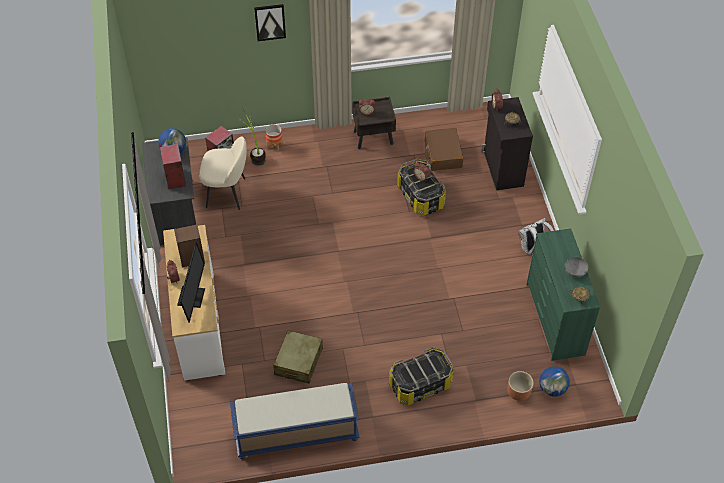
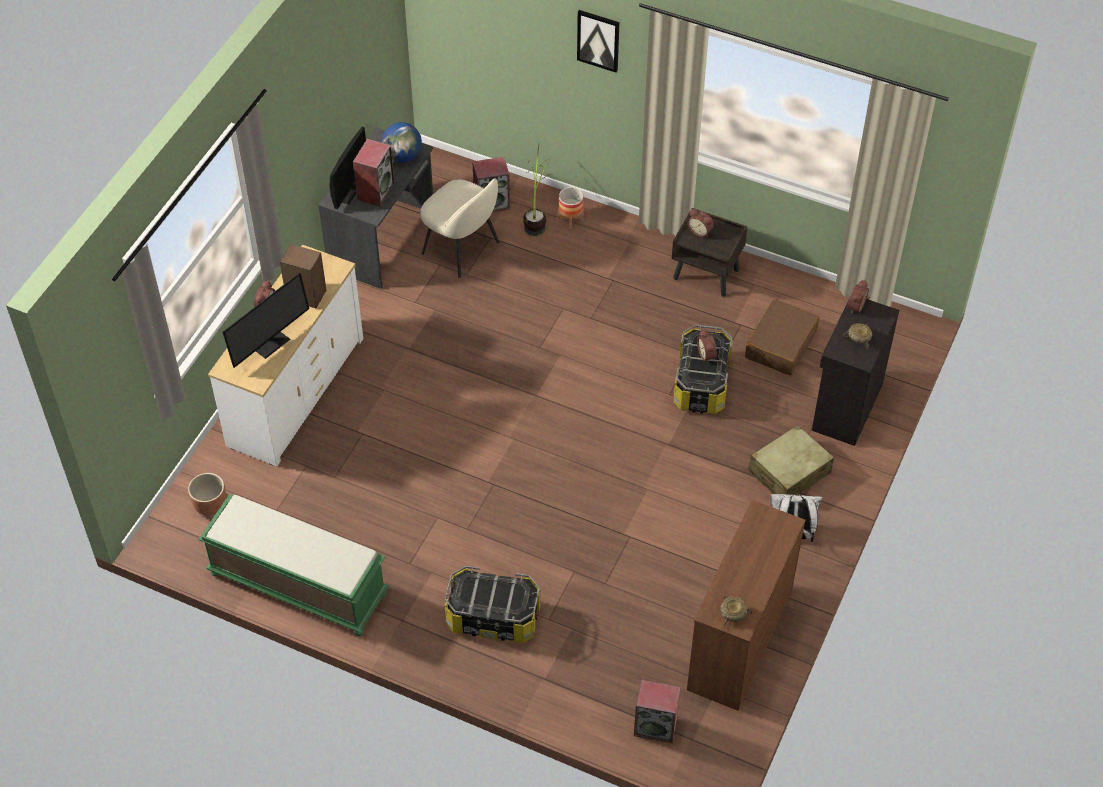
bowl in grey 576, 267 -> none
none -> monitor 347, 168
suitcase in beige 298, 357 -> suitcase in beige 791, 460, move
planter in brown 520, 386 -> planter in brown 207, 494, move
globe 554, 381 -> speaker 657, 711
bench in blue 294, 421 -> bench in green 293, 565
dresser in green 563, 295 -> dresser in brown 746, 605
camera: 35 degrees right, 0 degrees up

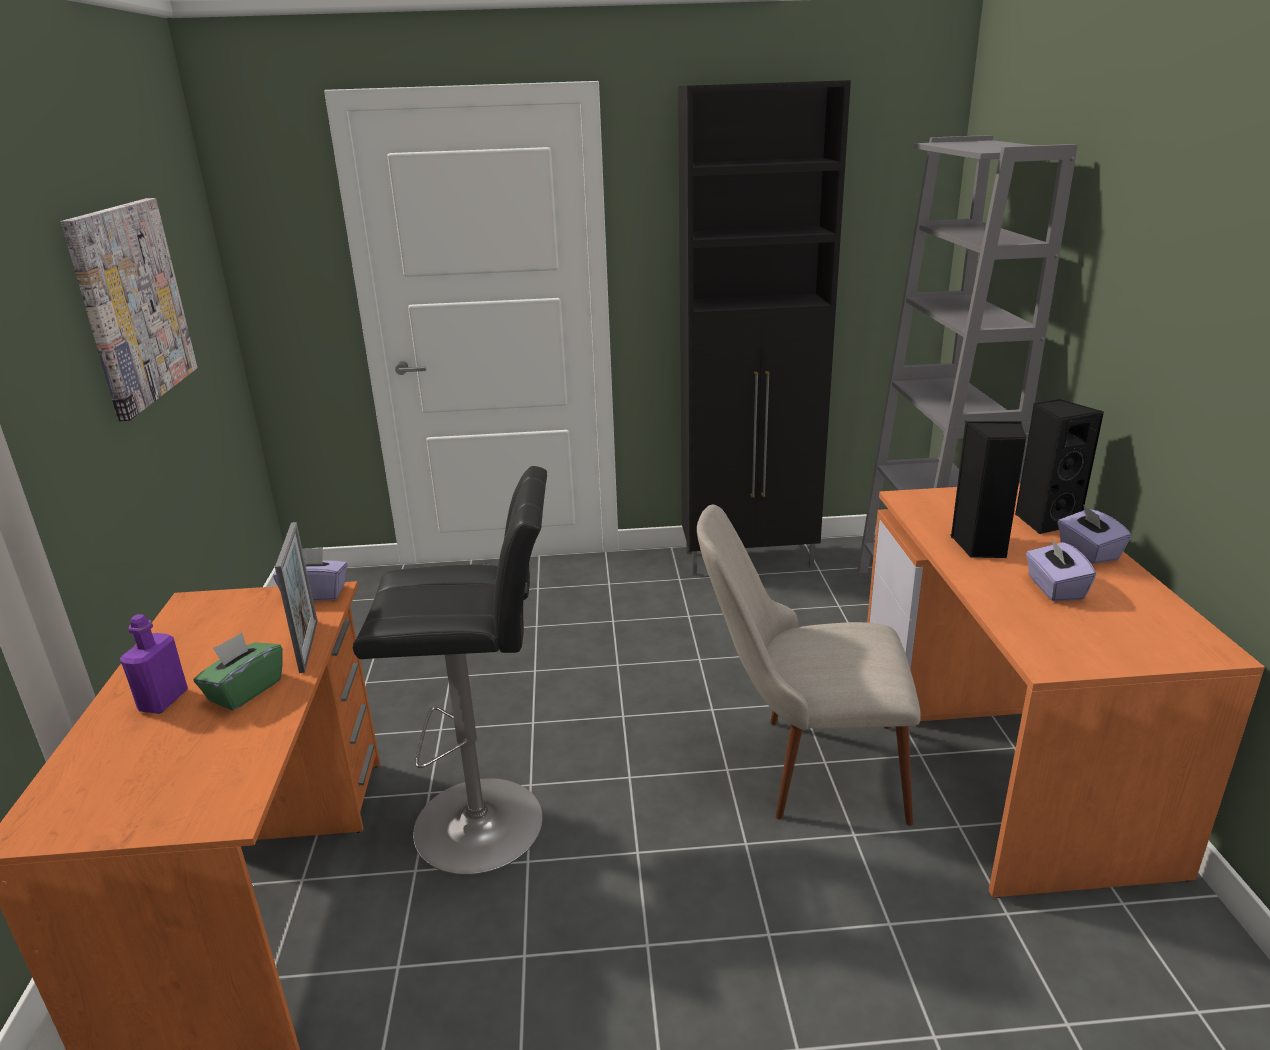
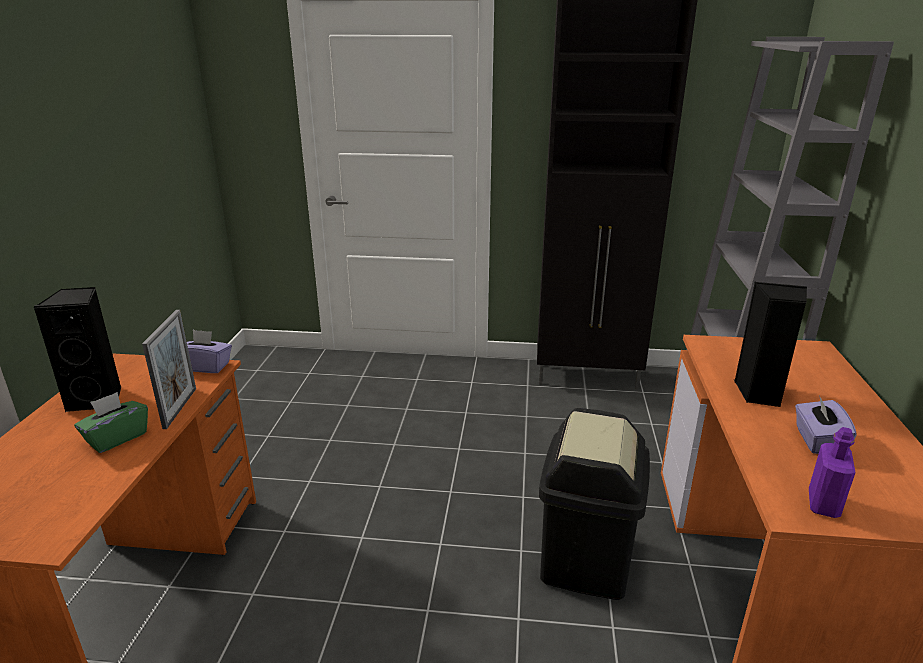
picture 129, 309 -> none
stool in black 450, 670 -> none
tissue box in purple 1094, 534 -> none
bottle in purple 154, 664 -> bottle in purple 832, 472, move
speaker in black 1059, 467 -> speaker in black 77, 349, move
chair in beige 809, 665 -> trash can in black 594, 504
camera: 10 degrees right, 0 degrees up

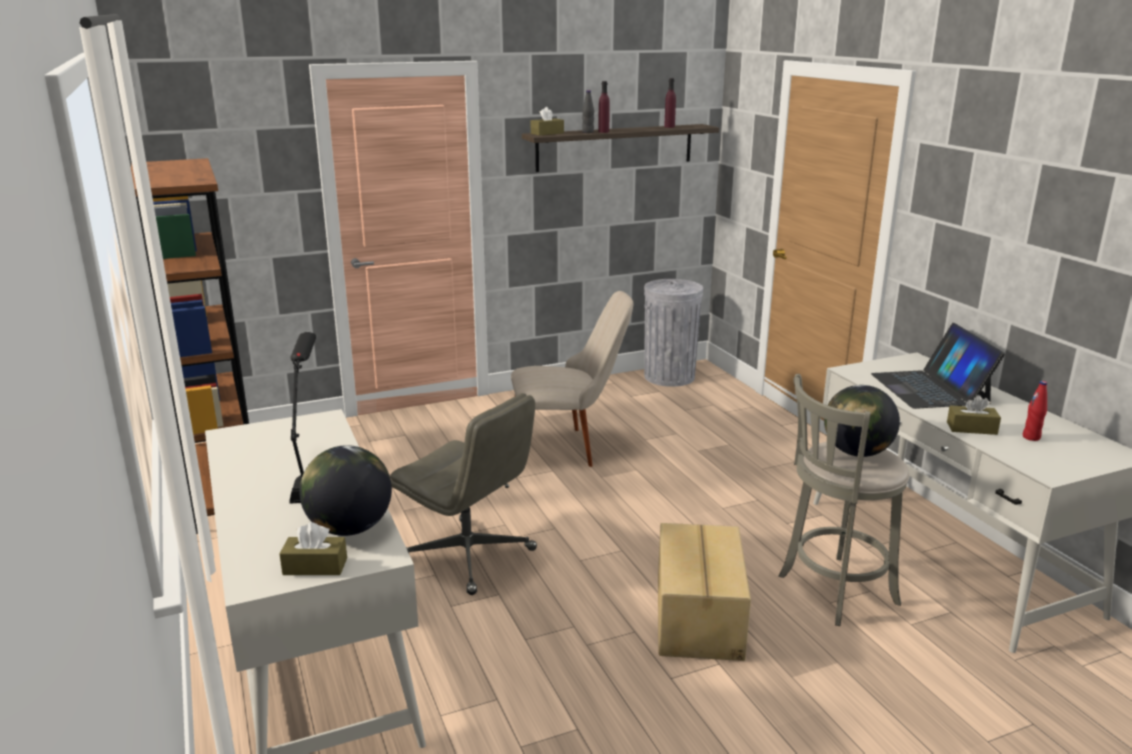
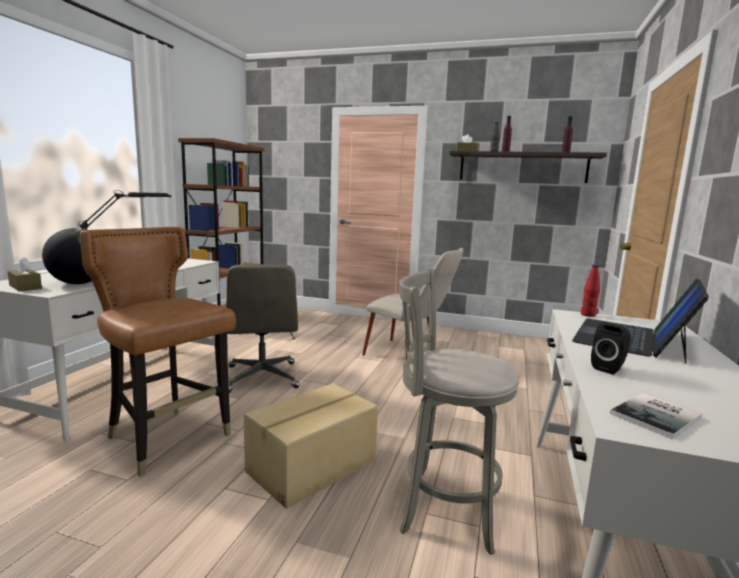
trash can in grey 673, 333 -> none
globe 862, 421 -> none
none -> chair in brown 158, 352
none -> book 656, 416
bottle in red 1035, 411 -> bottle in red 590, 290, move
tissue box in brown 974, 415 -> speaker in black 611, 348
camera: 40 degrees right, 10 degrees down

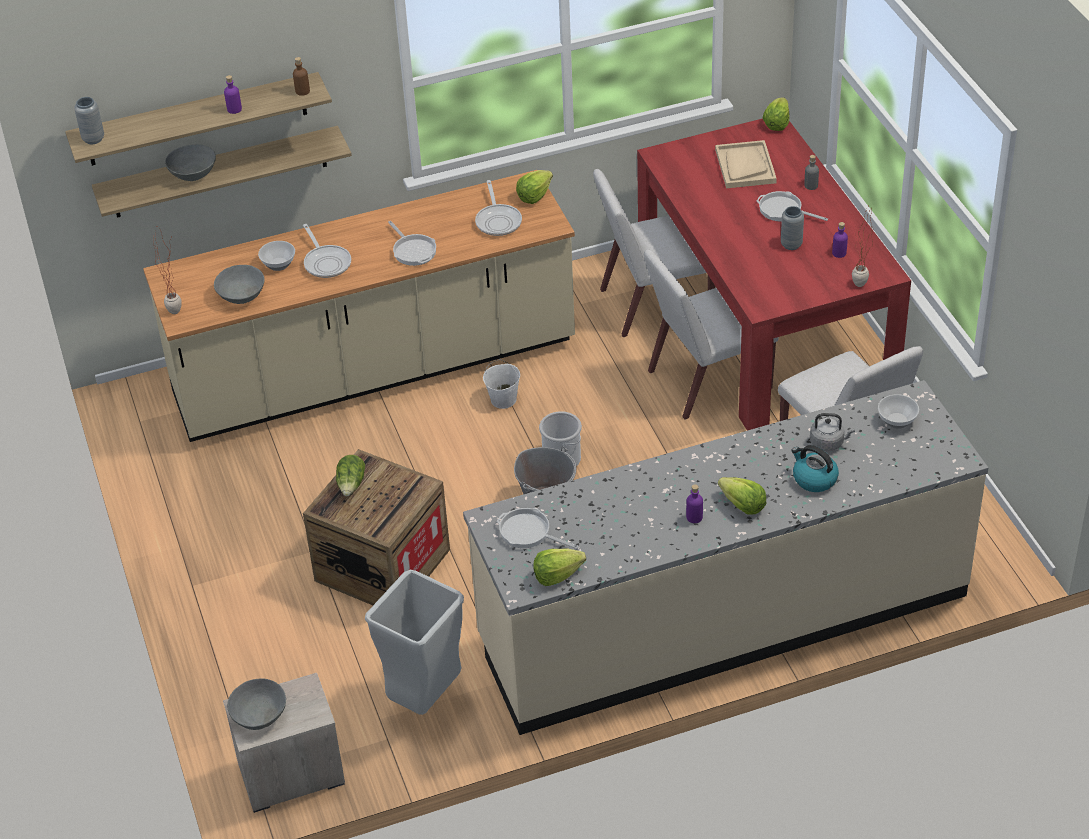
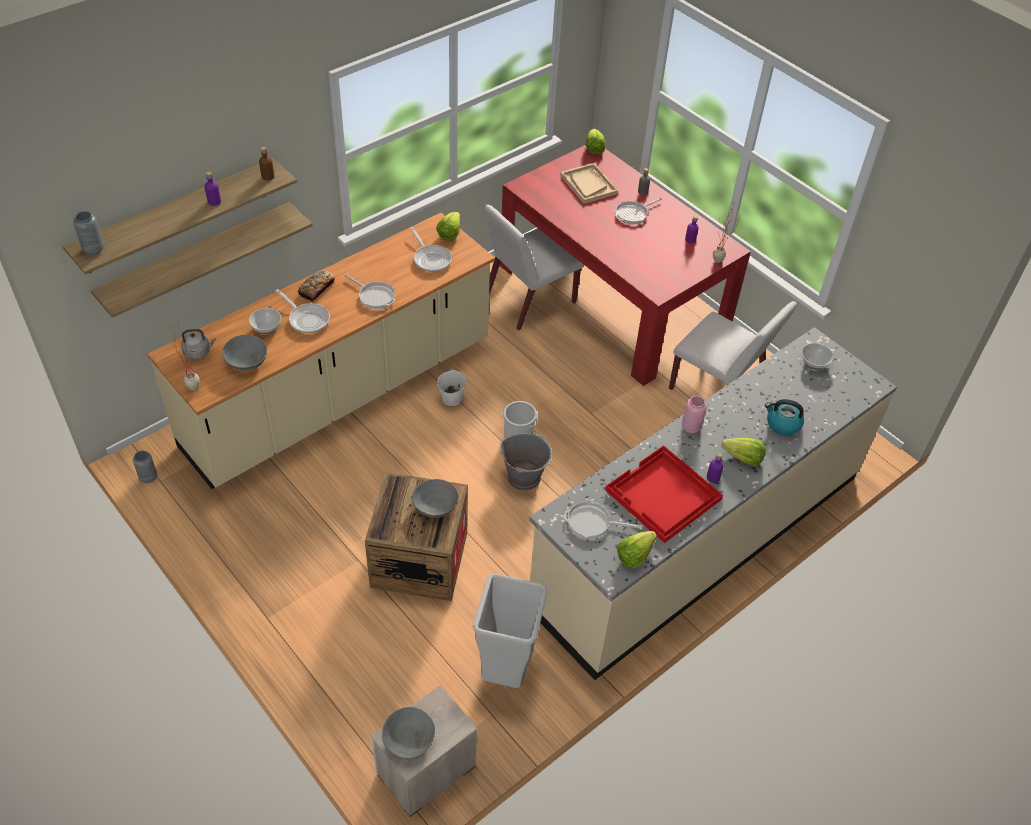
lettuce 350, 475 -> none
chair in white 711, 334 -> none
none -> bread 316, 286
none -> tray in red 664, 494
none -> vase in pink 694, 414
bowl in grey 190, 162 -> bowl in grey 435, 498, move
vase in grey 792, 228 -> vase in grey 145, 467, move
kettle in grey 832, 432 -> kettle in grey 198, 344, move
frying pan 792, 206 -> frying pan 638, 211, 45 degrees counterclockwise
camera: 25 degrees left, 5 degrees up

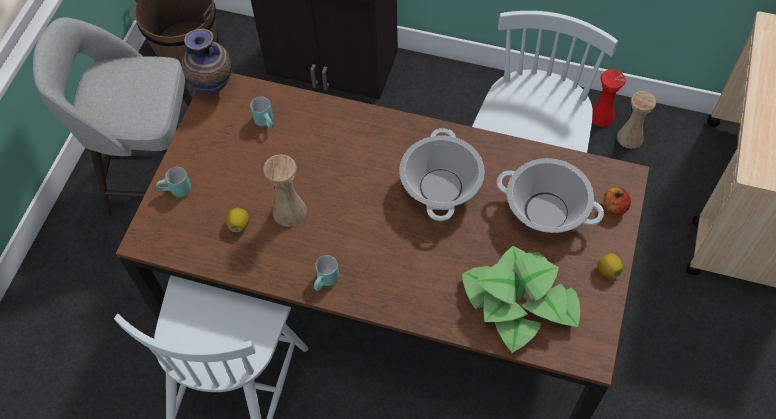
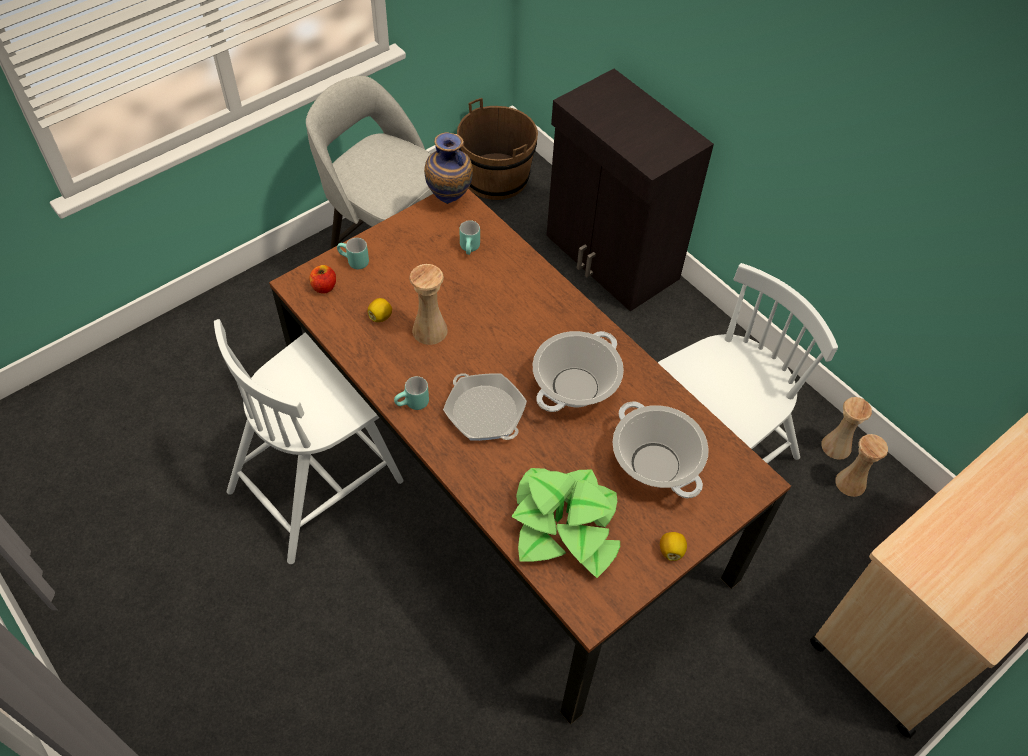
none -> frying pan 485, 407
apple 617, 201 -> apple 323, 279, move
vase in red 609, 98 -> vase in beige 846, 428
camera: 30 degrees right, 5 degrees down

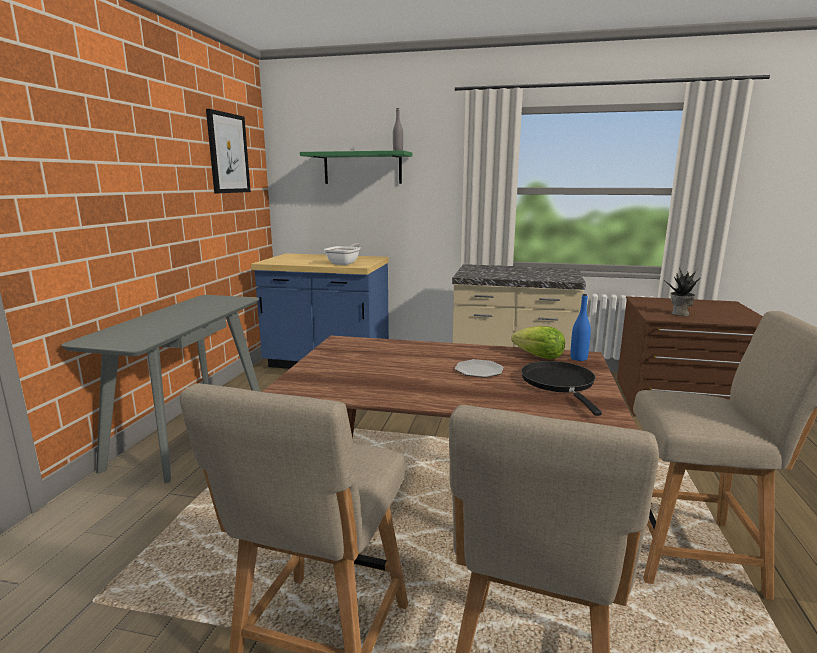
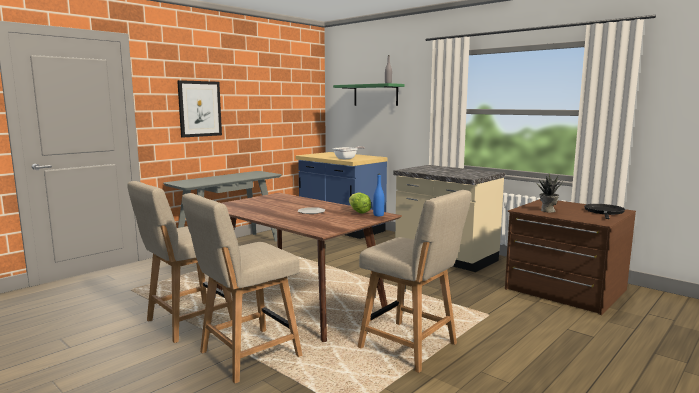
picture 228, 151 -> picture 199, 109, move
frying pan in black 561, 388 -> frying pan in black 604, 211, move
camera: 30 degrees right, 5 degrees down

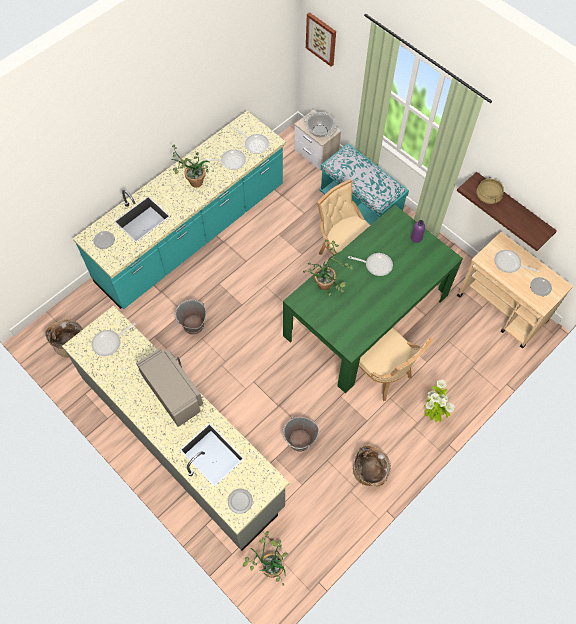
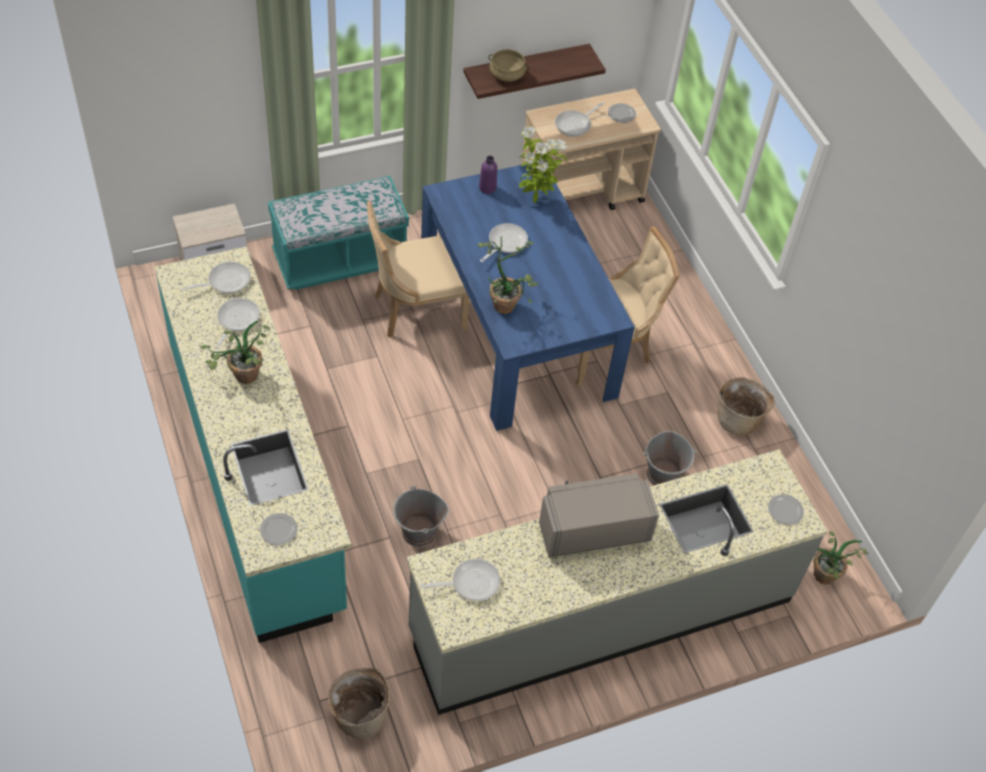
cooking pot 320, 125 -> none
picture 321, 39 -> none
potted plant 439, 401 -> potted plant 543, 164, move
dining table in green 373, 299 -> dining table in blue 528, 298
frying pan 113, 339 -> frying pan 460, 580, 90 degrees counterclockwise
camera: 70 degrees left, 10 degrees down

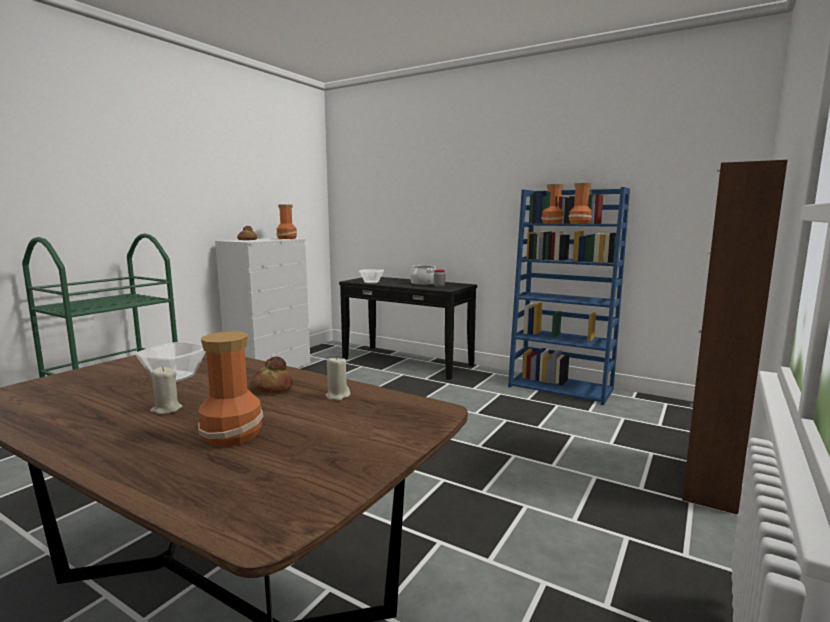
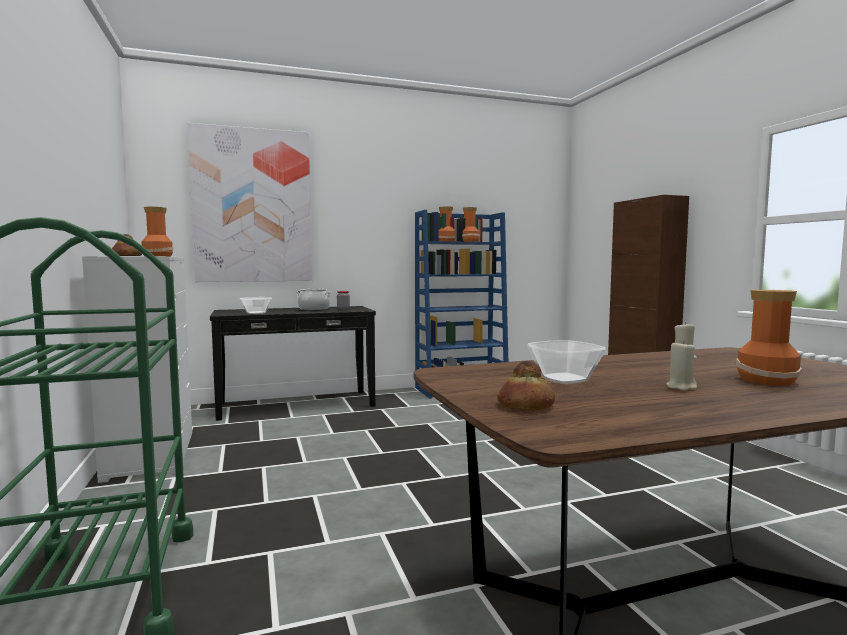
none -> picture 250, 202
bread 271, 375 -> bread 526, 386, move
camera: 50 degrees left, 5 degrees down

